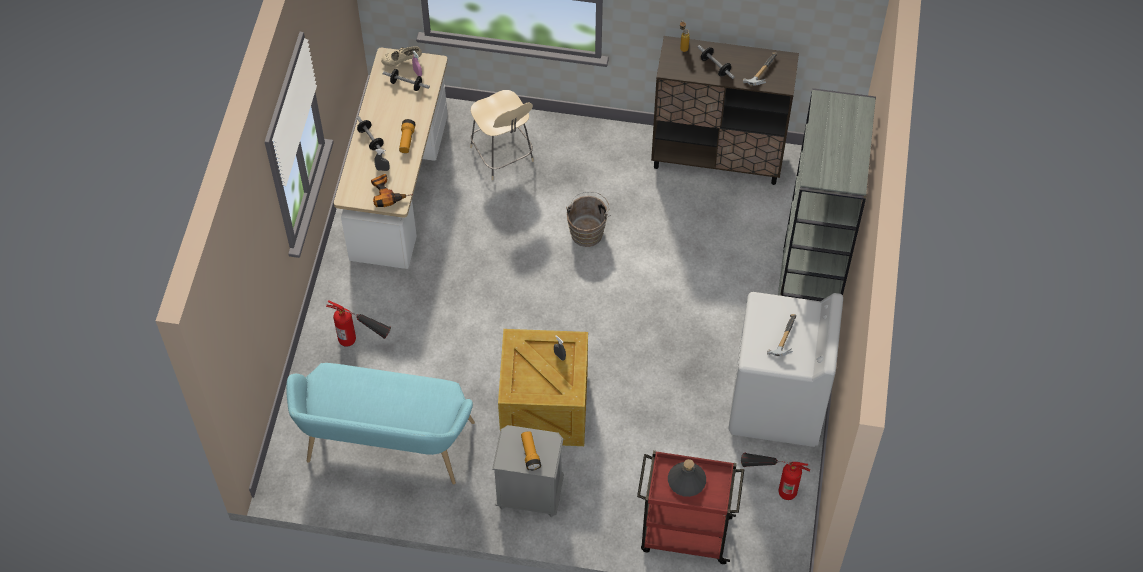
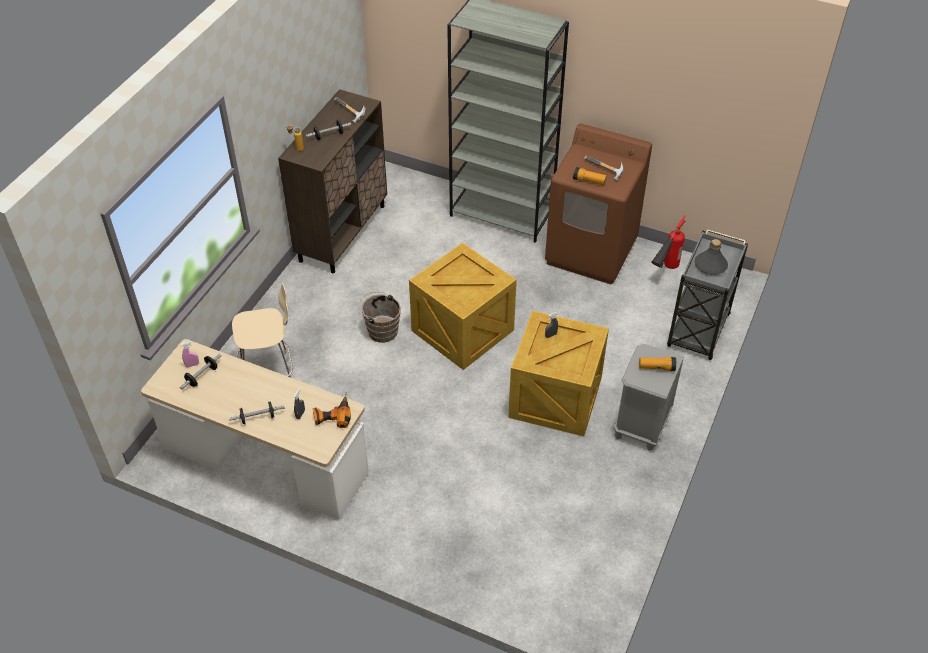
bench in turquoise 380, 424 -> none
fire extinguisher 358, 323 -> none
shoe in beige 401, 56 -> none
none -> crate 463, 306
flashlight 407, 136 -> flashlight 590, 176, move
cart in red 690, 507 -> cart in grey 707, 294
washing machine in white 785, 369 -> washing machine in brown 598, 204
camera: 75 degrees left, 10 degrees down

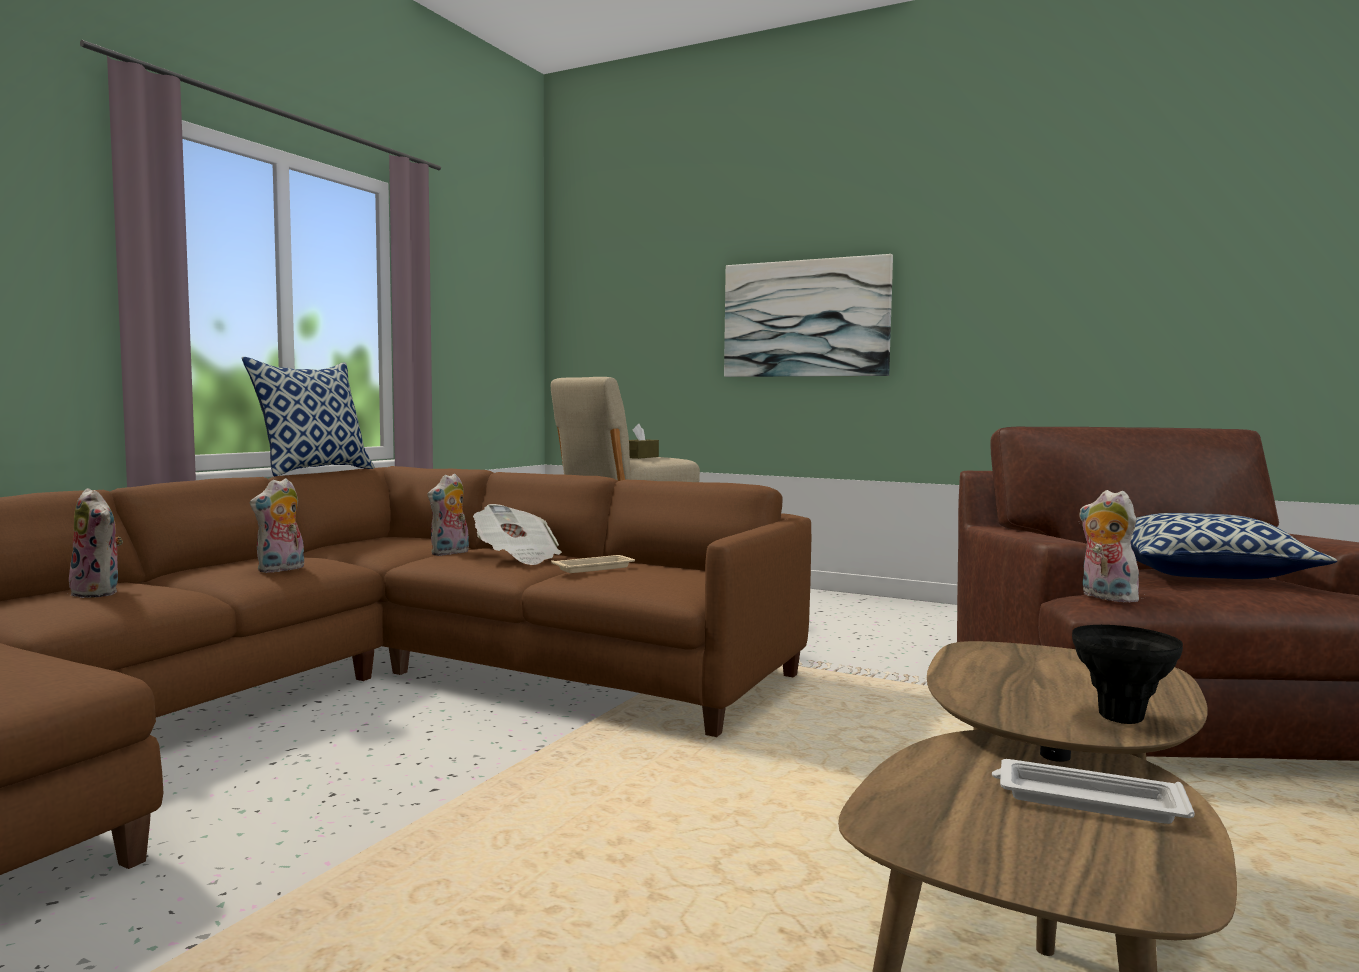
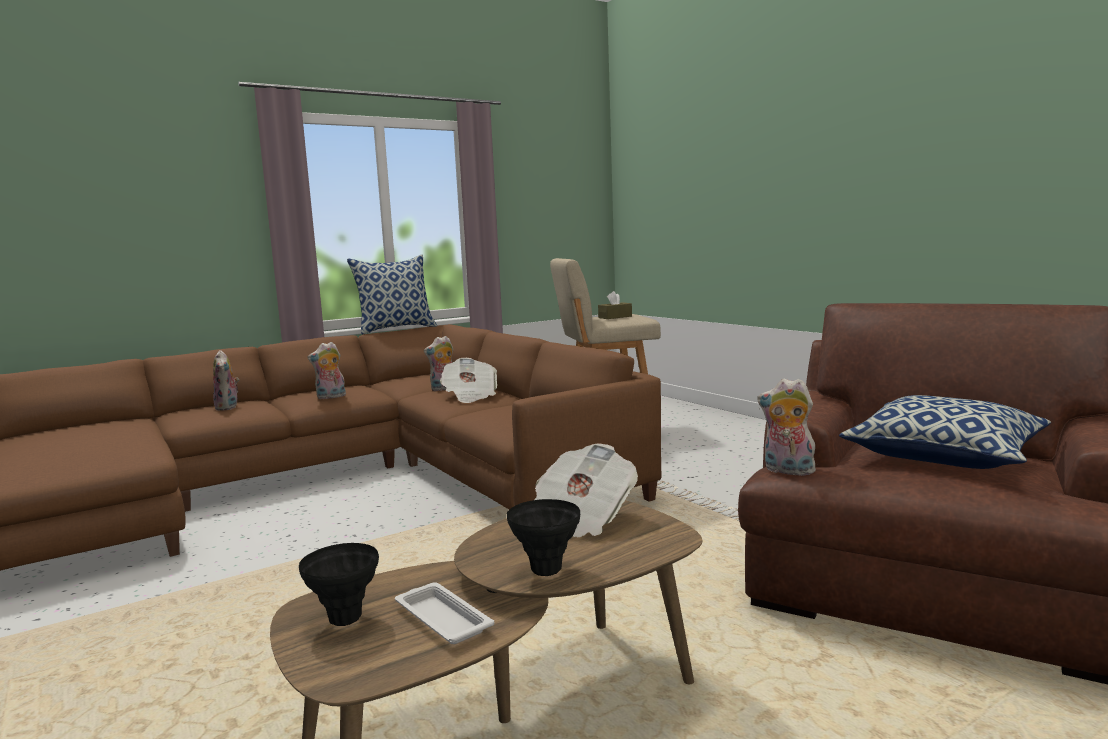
tray in beige 593, 564 -> none
picture 808, 315 -> none
none -> vase in black 339, 584
none -> newspaper 586, 490
plush toy 1110, 546 -> plush toy 786, 427, 60 degrees counterclockwise
camera: 30 degrees right, 5 degrees up

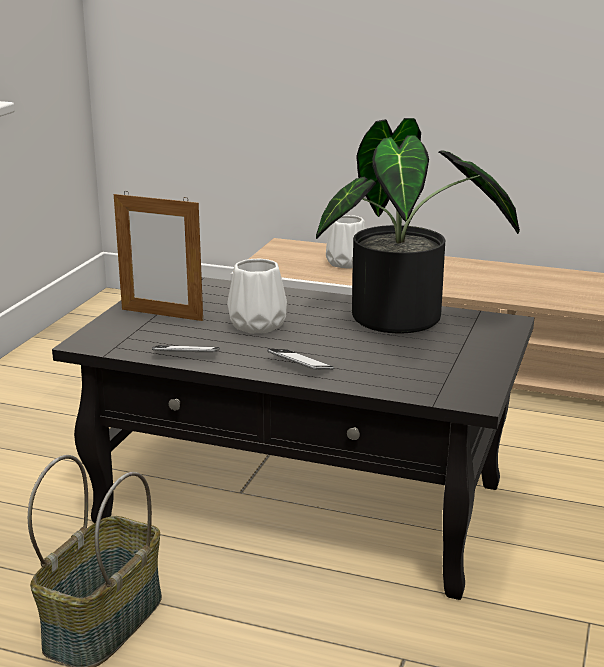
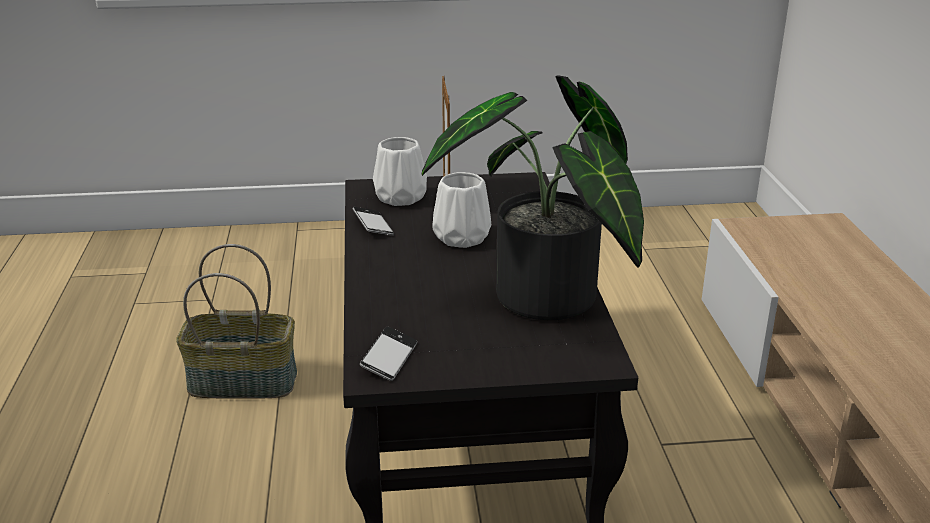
phone 300, 359 -> phone 388, 353, move
vase in white 346, 242 -> vase in white 400, 171, move
camera: 65 degrees right, 5 degrees up

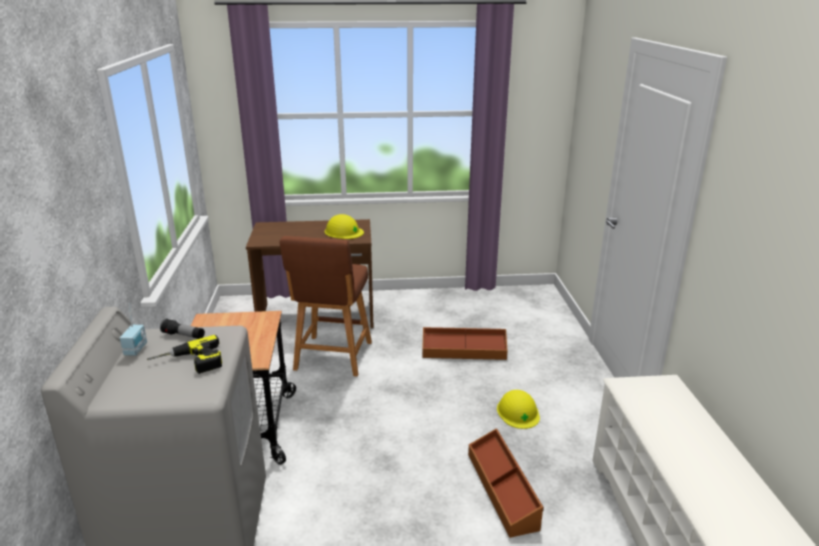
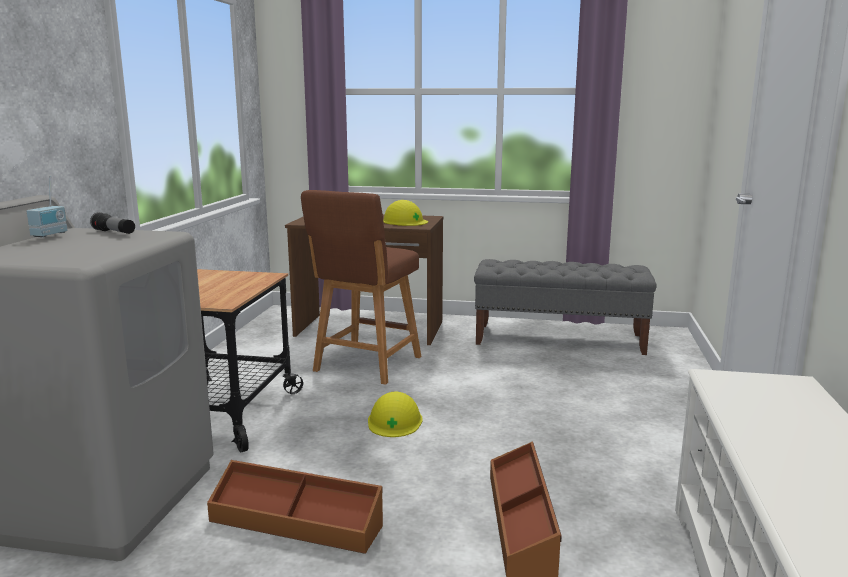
power drill 184, 354 -> none
none -> bench in grey 565, 307
storage box in brown 465, 343 -> storage box in brown 295, 507, move
hard hat in yellow 518, 409 -> hard hat in yellow 395, 414, move
camera: 15 degrees right, 10 degrees down

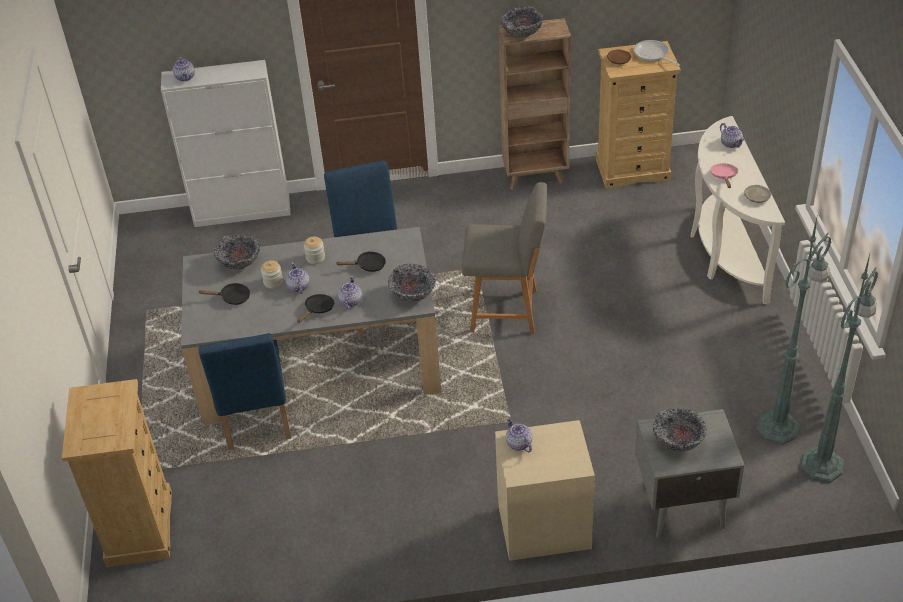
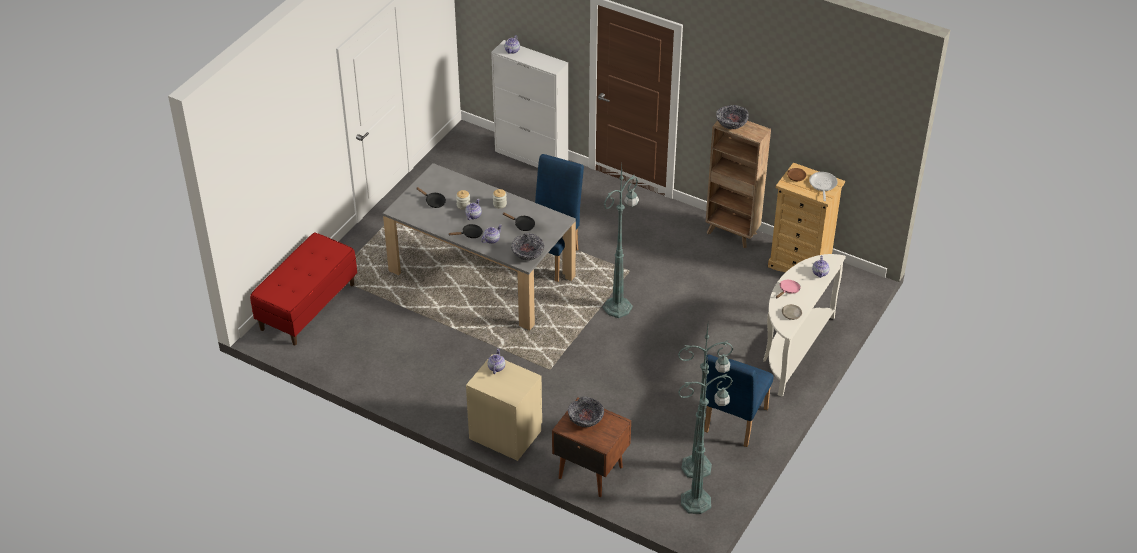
bowl 237, 251 -> none
chair in blue 245, 391 -> chair in blue 738, 400, move
dresser in beige 117, 473 -> bench in red 303, 289
chair in grey 504, 258 -> floor lamp in green 621, 242
nightstand in grey 690, 473 -> nightstand in brown 591, 447
camera: 35 degrees right, 0 degrees up

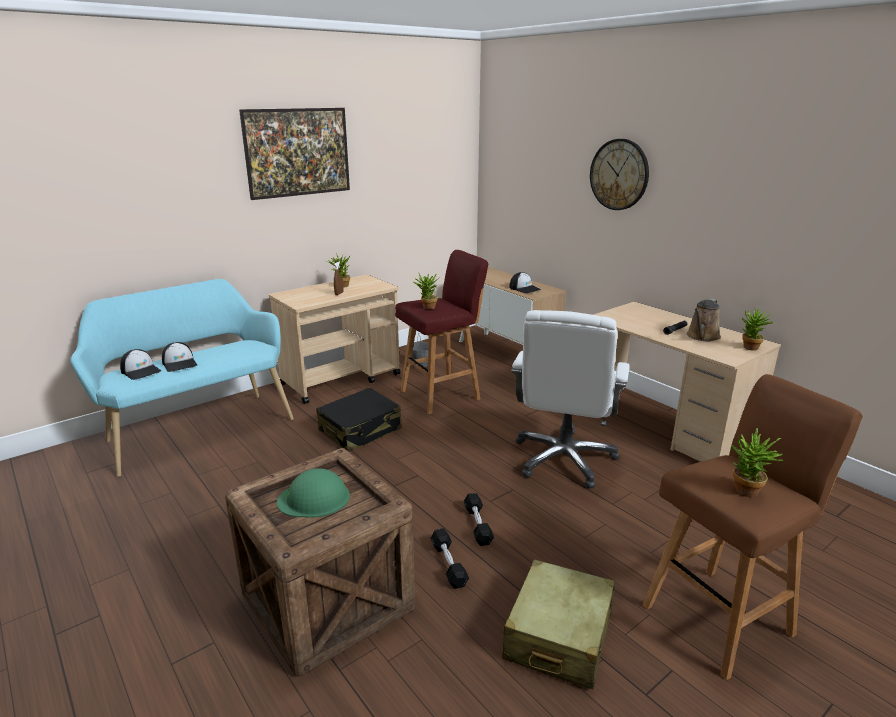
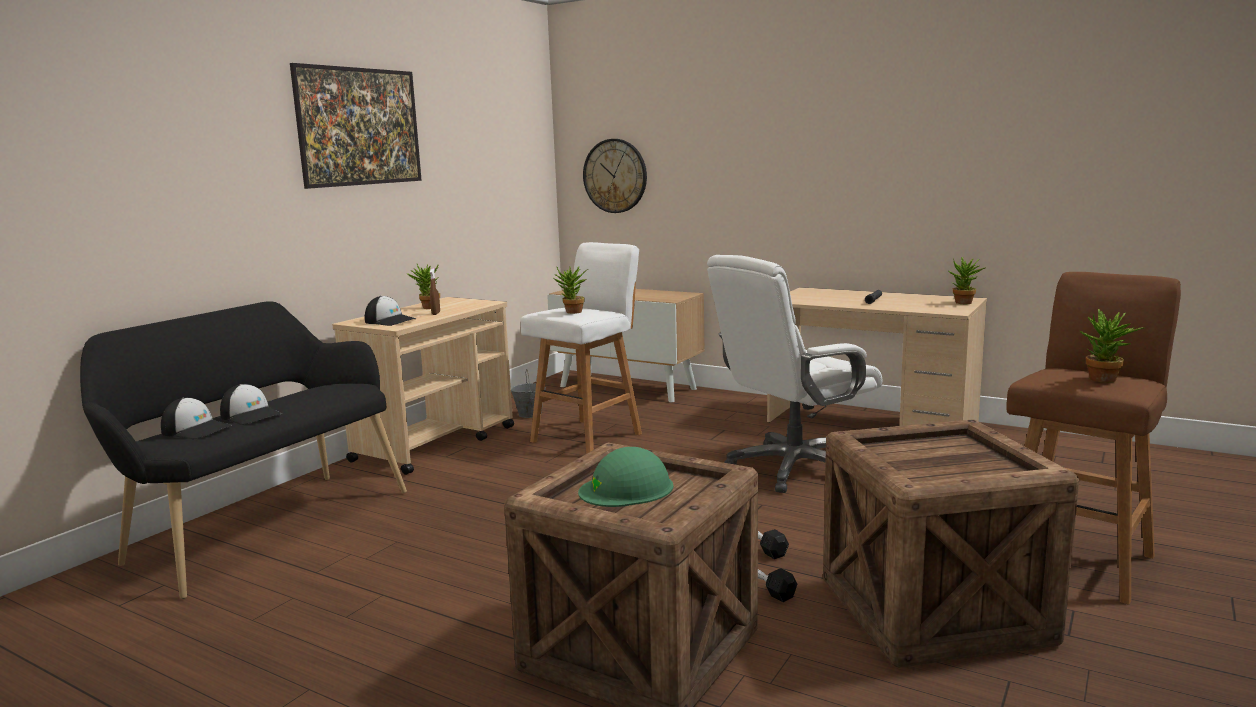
suitcase in black 359, 420 -> none
watering can in brown 704, 320 -> none
cap 525, 282 -> cap 390, 311, move
wall clock 619, 174 -> wall clock 615, 176, move
suitcase in beige 558, 624 -> crate 951, 543
bench in turquoise 182, 378 -> bench in black 243, 450
stool in red 441, 332 -> stool in white 581, 348
office chair in white 570, 399 -> office chair in white 794, 374, 60 degrees clockwise
camera: 20 degrees left, 10 degrees down

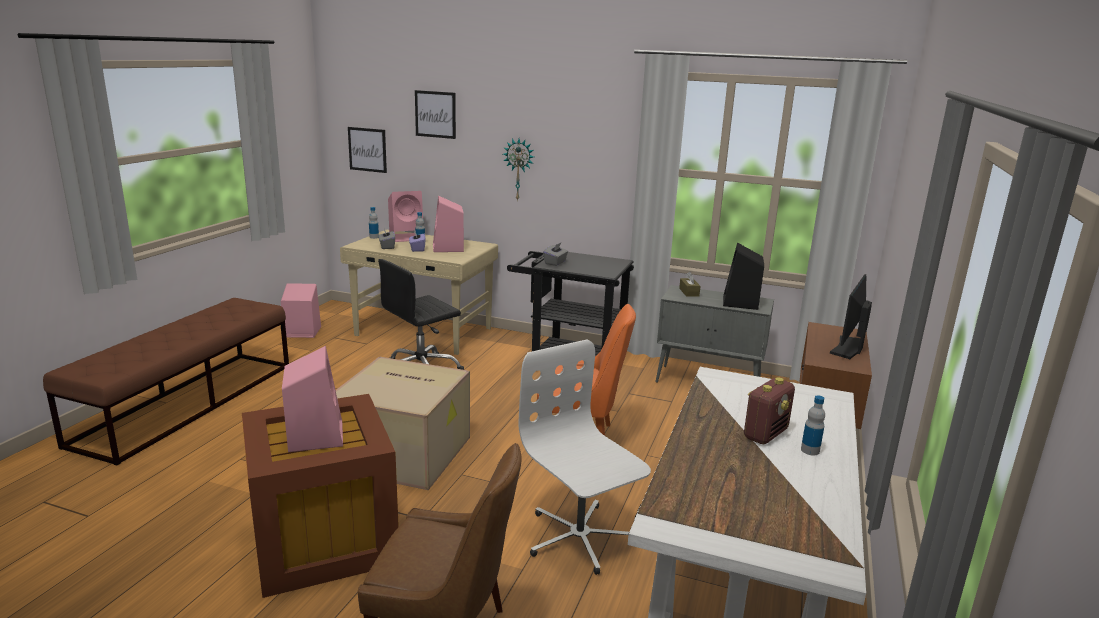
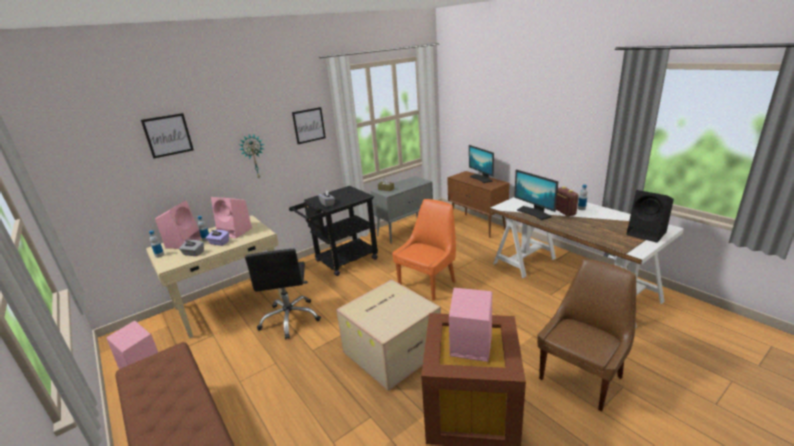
office chair in white 585, 457 -> none
none -> monitor 536, 194
picture 367, 150 -> picture 309, 125, move
speaker in black 743, 276 -> speaker in black 650, 216, move
camera: 55 degrees left, 5 degrees up

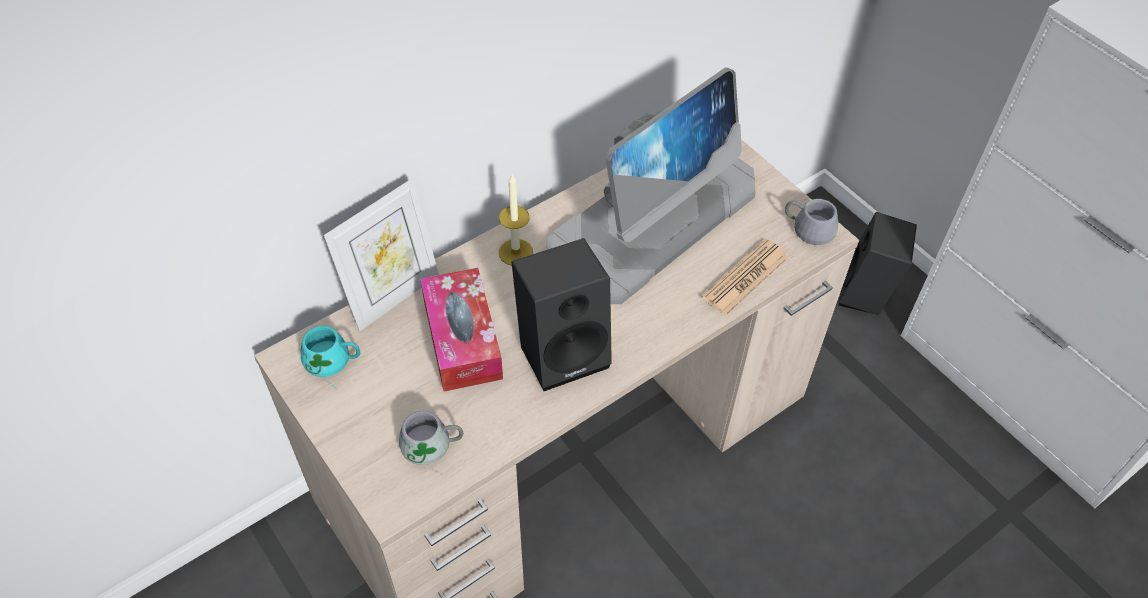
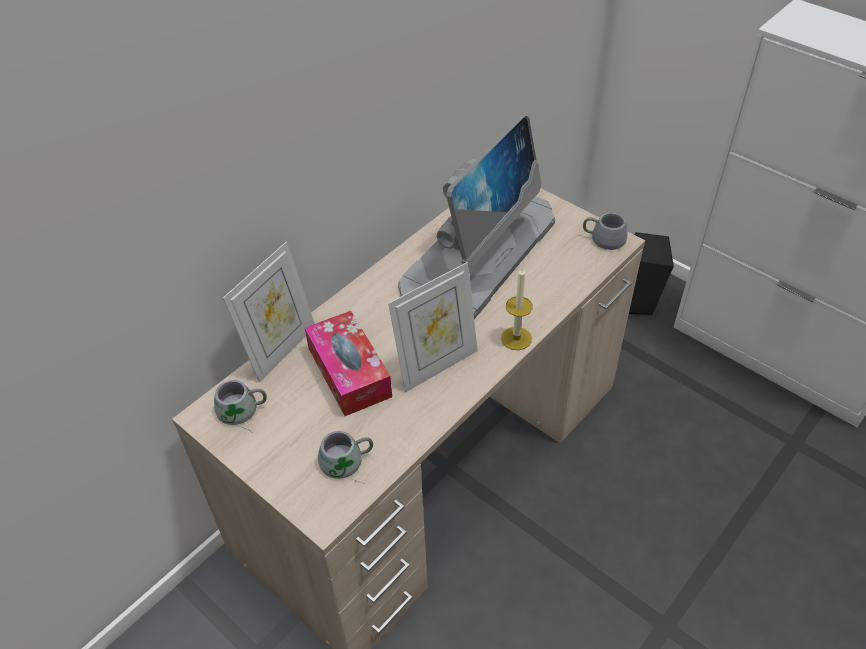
newspaper 745, 277 -> none
candle 516, 220 -> candle 517, 308, move
speaker in black 562, 314 -> picture frame 433, 327
mug in turquoise 330, 358 -> mug in grey 240, 406
camera: 10 degrees left, 5 degrees down

